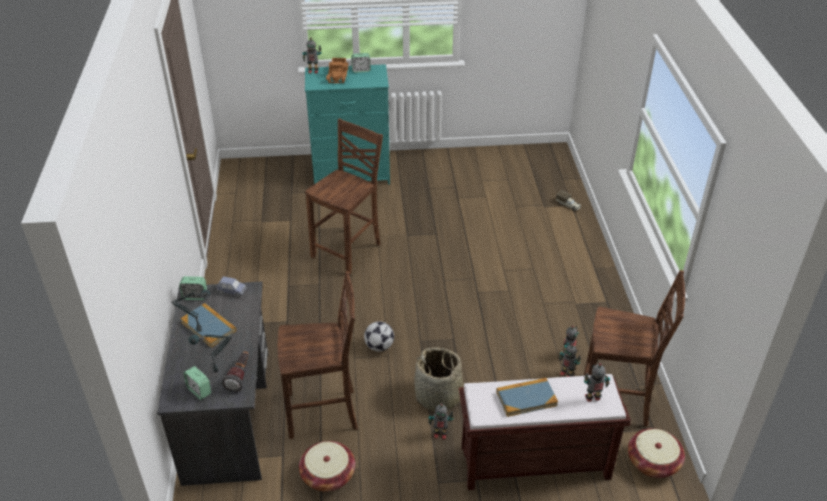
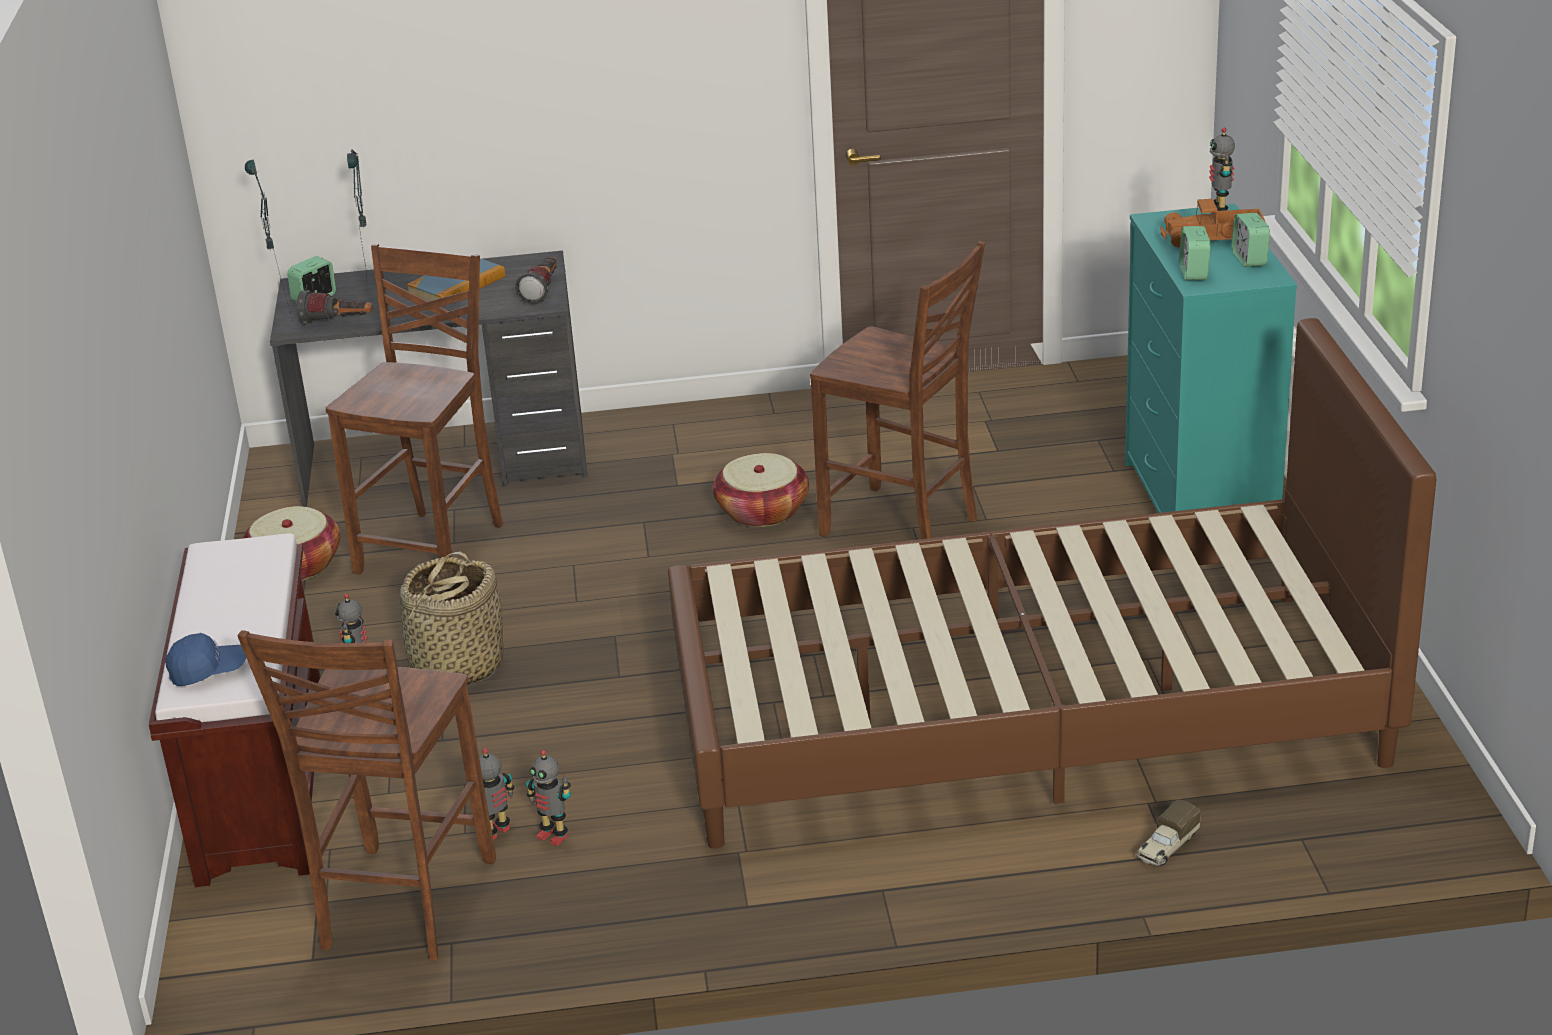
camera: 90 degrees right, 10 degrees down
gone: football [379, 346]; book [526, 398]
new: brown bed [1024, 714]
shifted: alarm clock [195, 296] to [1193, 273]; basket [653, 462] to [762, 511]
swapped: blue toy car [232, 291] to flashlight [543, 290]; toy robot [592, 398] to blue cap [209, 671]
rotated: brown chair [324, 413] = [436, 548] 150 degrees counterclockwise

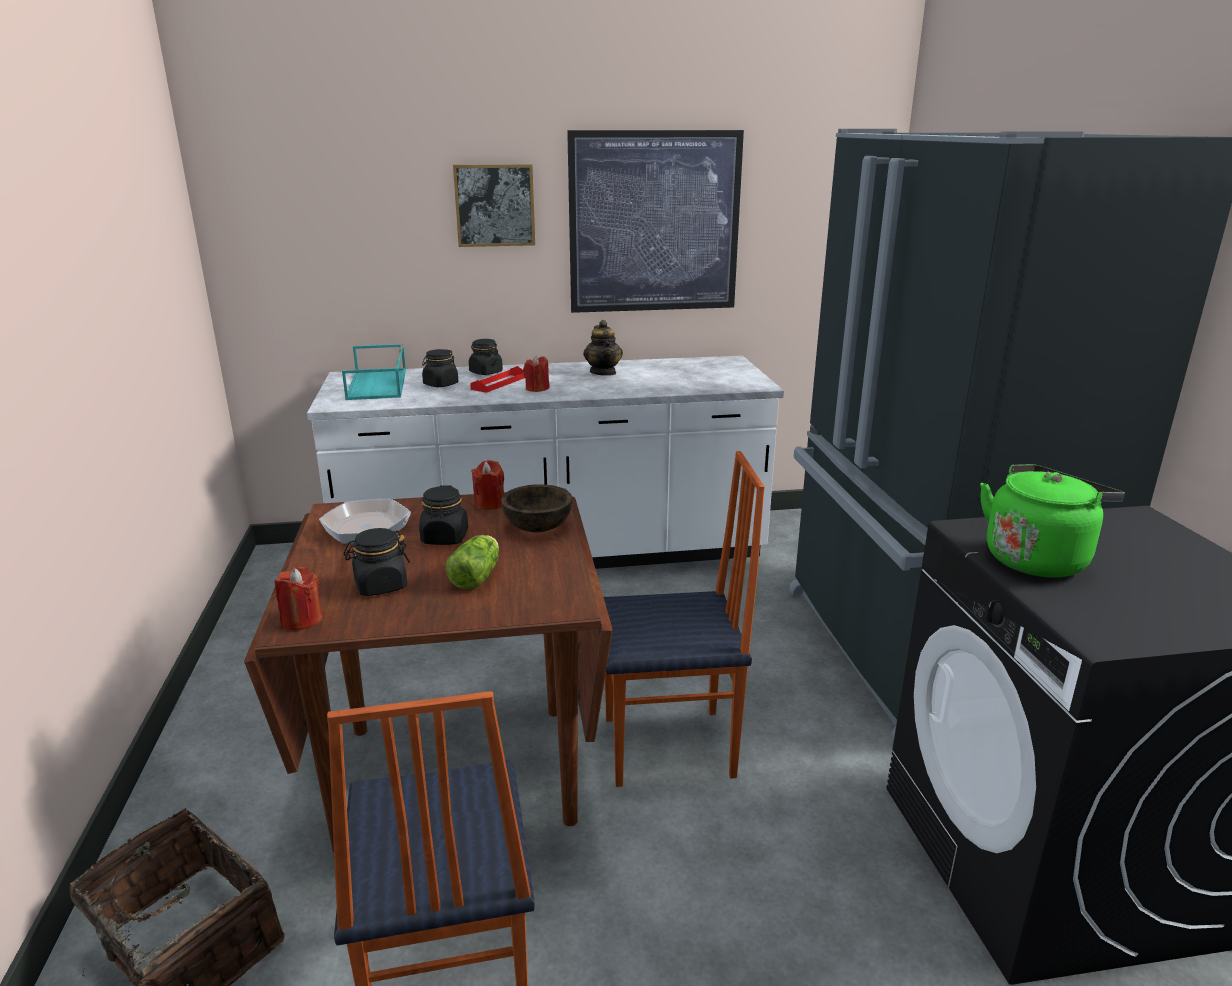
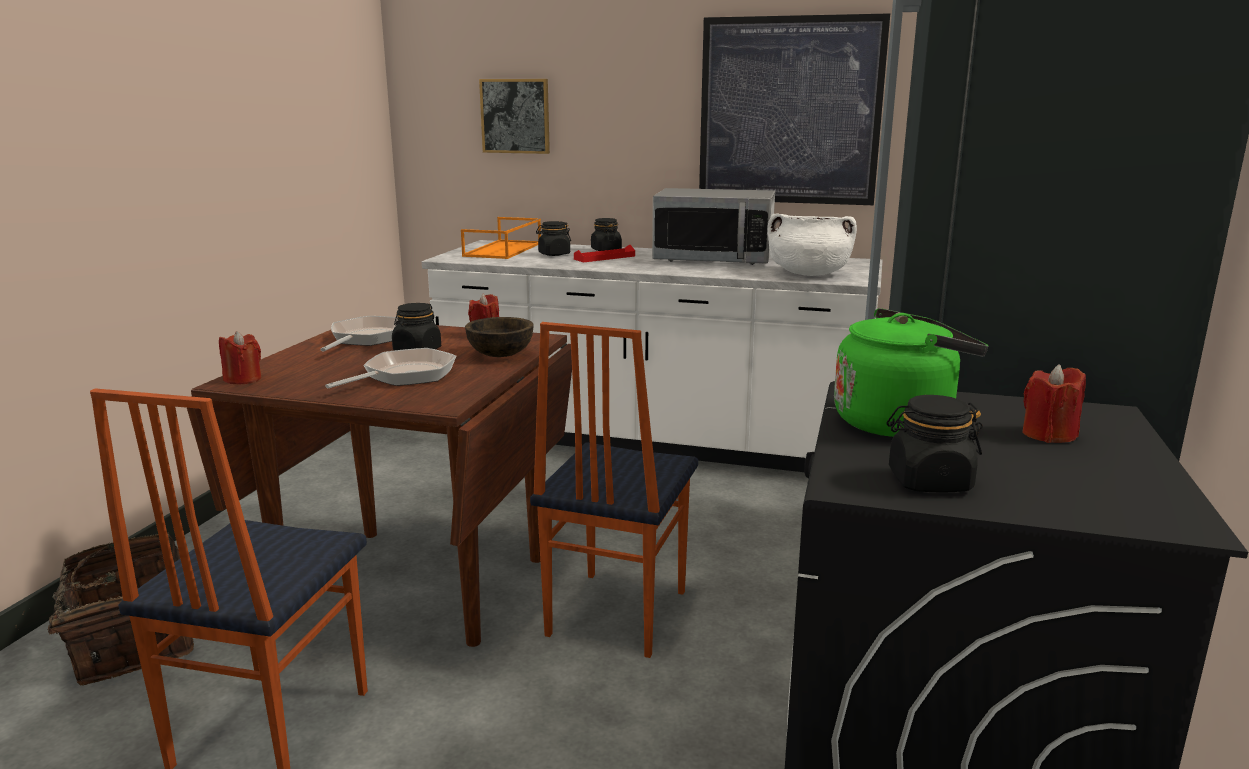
camera: 25 degrees right, 5 degrees down
new: white cooking pot [808, 274]
shifted: black jar [380, 585] to [929, 481]; picture [495, 205] to [515, 116]; red candle [537, 389] to [1048, 435]
swapped: lettuce [477, 575] to frying pan [404, 375]; teapot [603, 372] to microwave [713, 259]
repainted: turquoise tray [378, 384] to orange tray [504, 250]
rotated: chair [670, 748] = [614, 613] 90 degrees clockwise

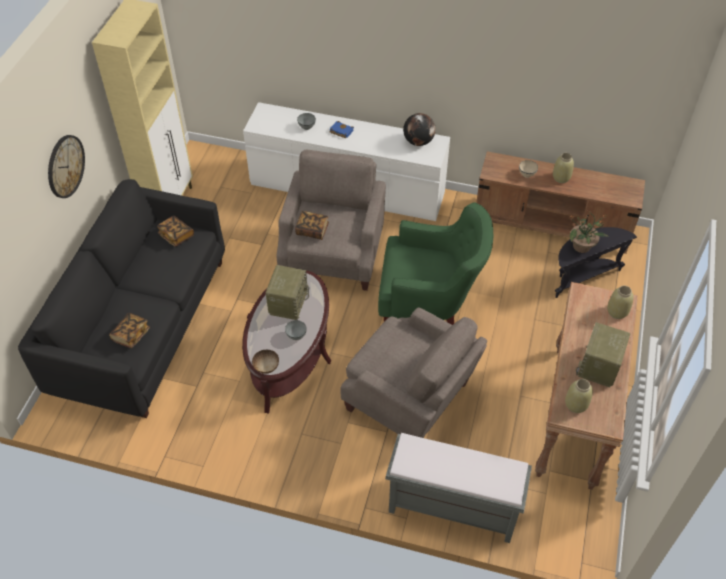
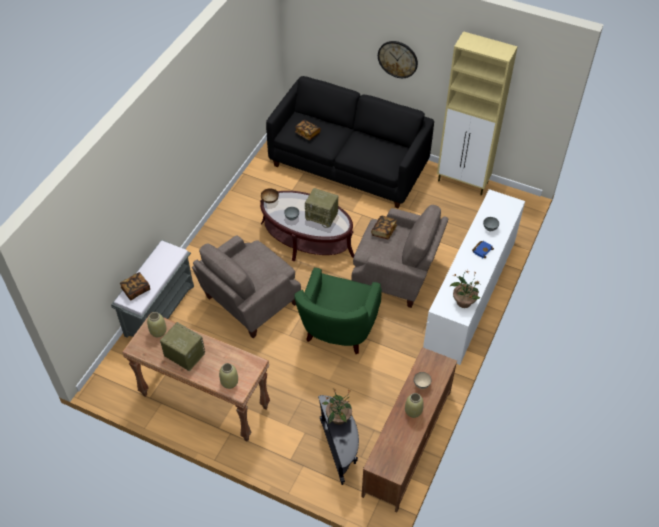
camera: 100 degrees right, 0 degrees up
shifted: book [176, 236] to [136, 290]
swapped: globe [418, 141] to potted plant [463, 301]

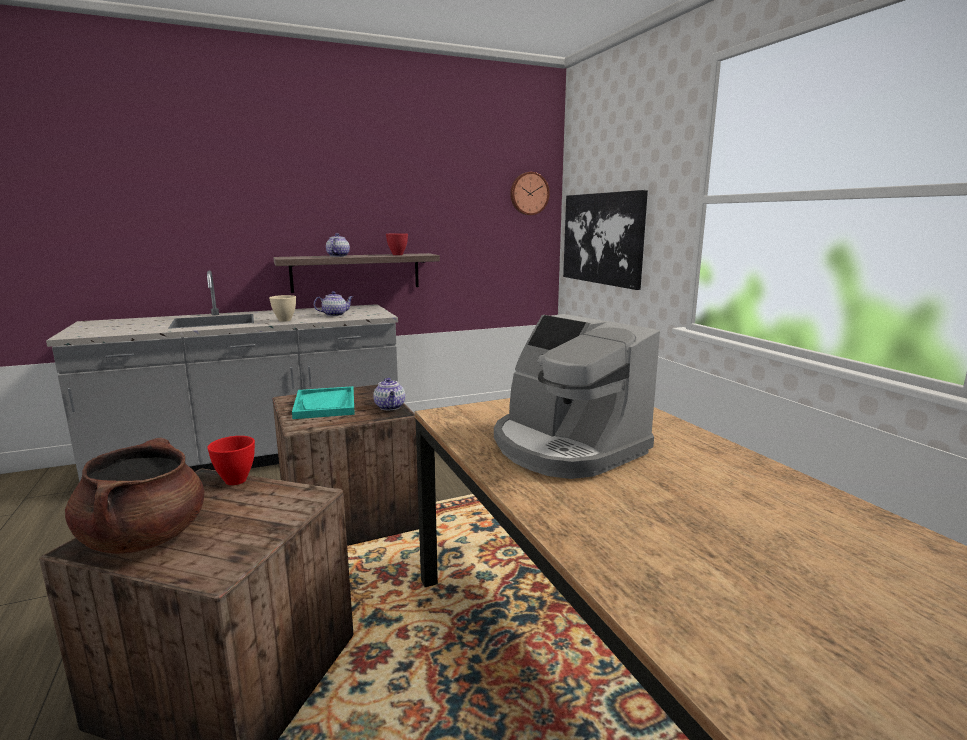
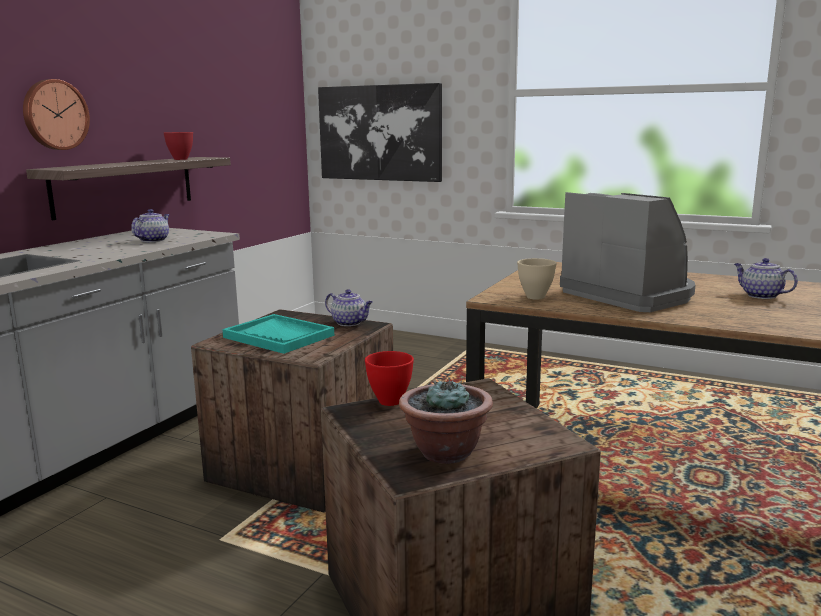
camera: 40 degrees left, 0 degrees up
shifted: beige bowl [285, 320] to [535, 297]; teapot [338, 256] to [760, 295]; wall clock [528, 193] to [54, 115]
swapped: brown cooking pot [145, 538] to potted plant [445, 452]
rotated: coffee machine [566, 447] = [629, 294] 135 degrees counterclockwise

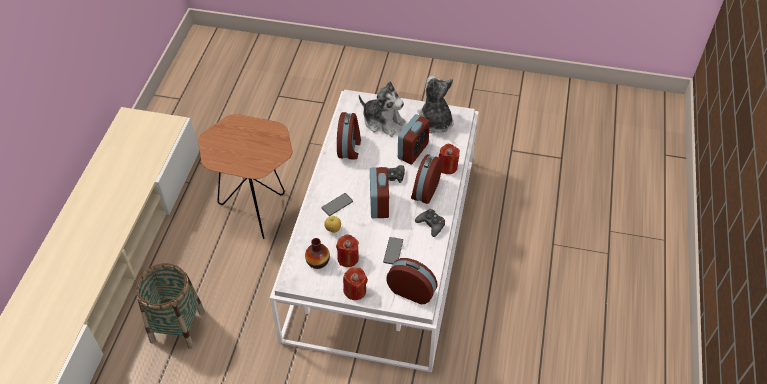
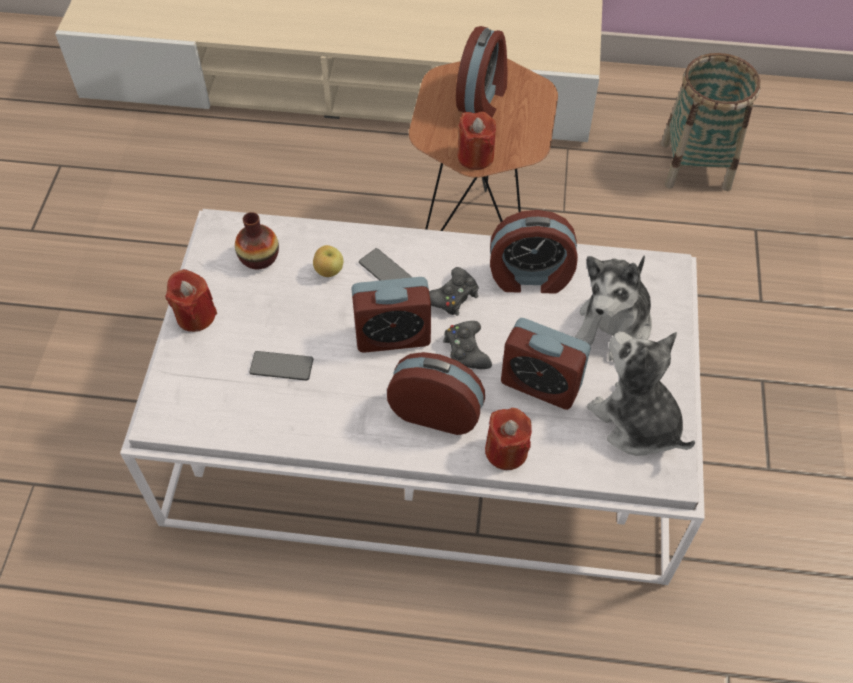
camera: 85 degrees right, 5 degrees up
shifted: basket [177, 326] to [695, 165]; red candle [348, 258] to [475, 156]; alarm clock [412, 290] to [483, 98]; black game controller [431, 224] to [453, 296]
rotated: plush toy [435, 122] = [635, 422] 105 degrees counterclockwise

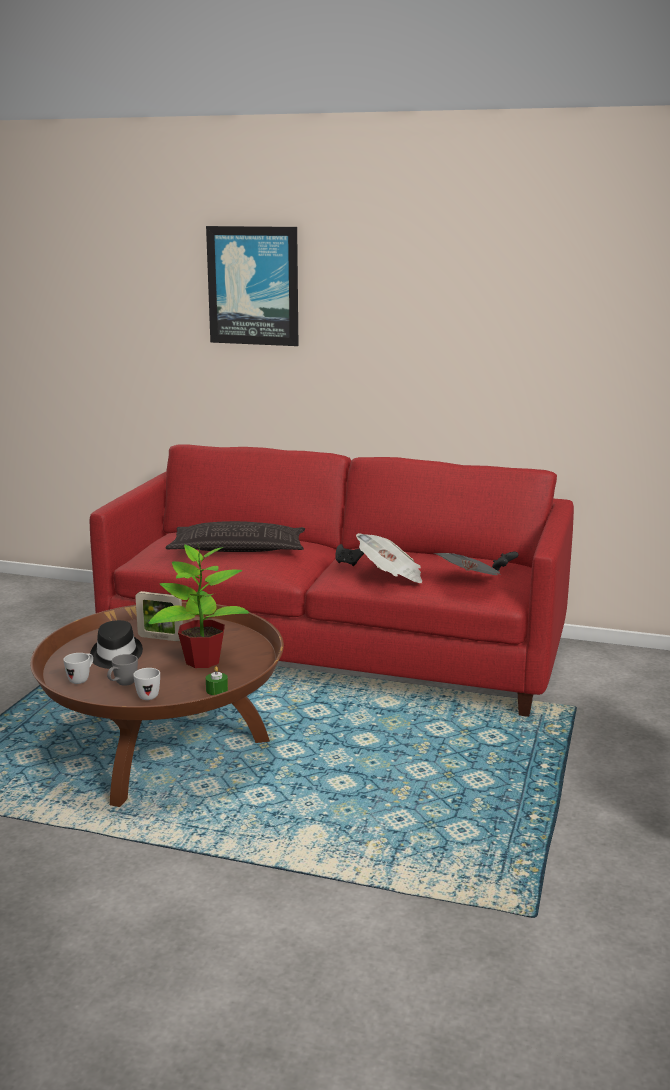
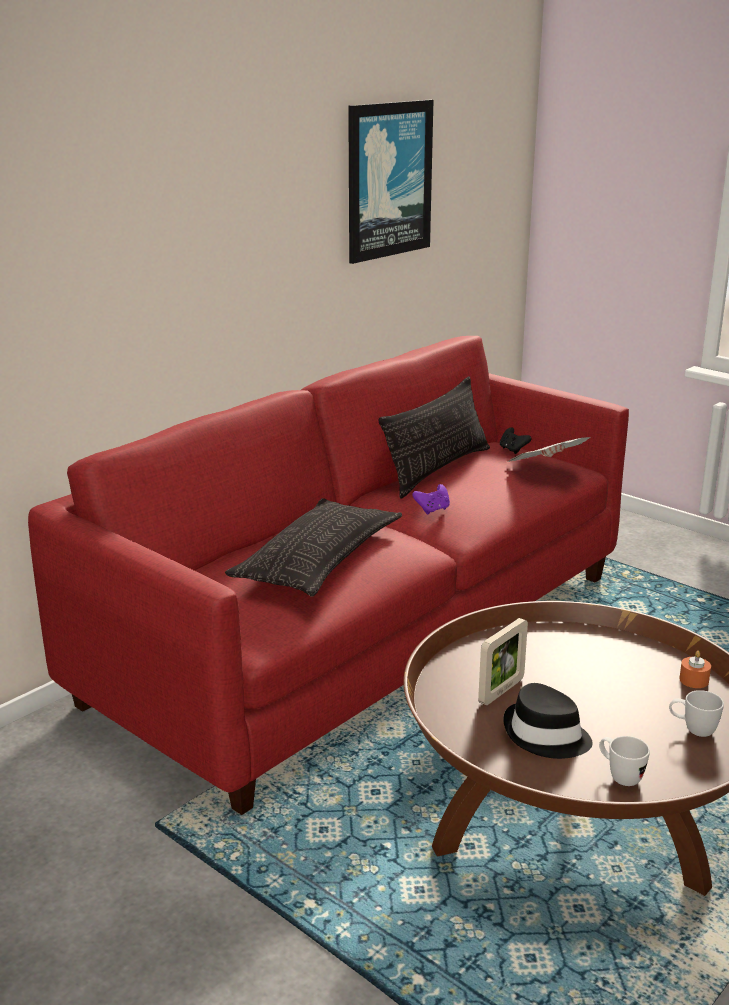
camera: 65 degrees left, 5 degrees up
gone: grey mug [122, 685]; potted plant [201, 660]; newspaper [391, 576]
new: pillow [437, 470]
shifted: picture [253, 286] to [388, 180]
repainted: green candle [217, 690] to orange candle [694, 680]; black game controller [348, 563] to purple game controller [432, 510]

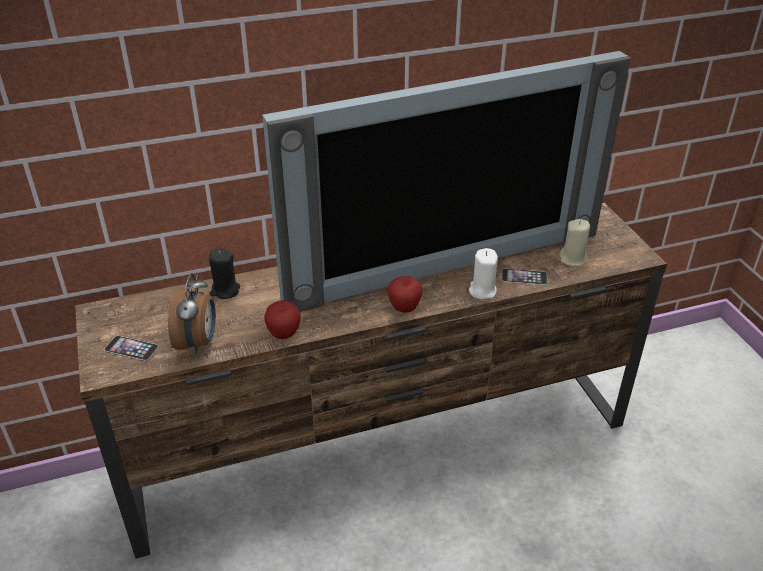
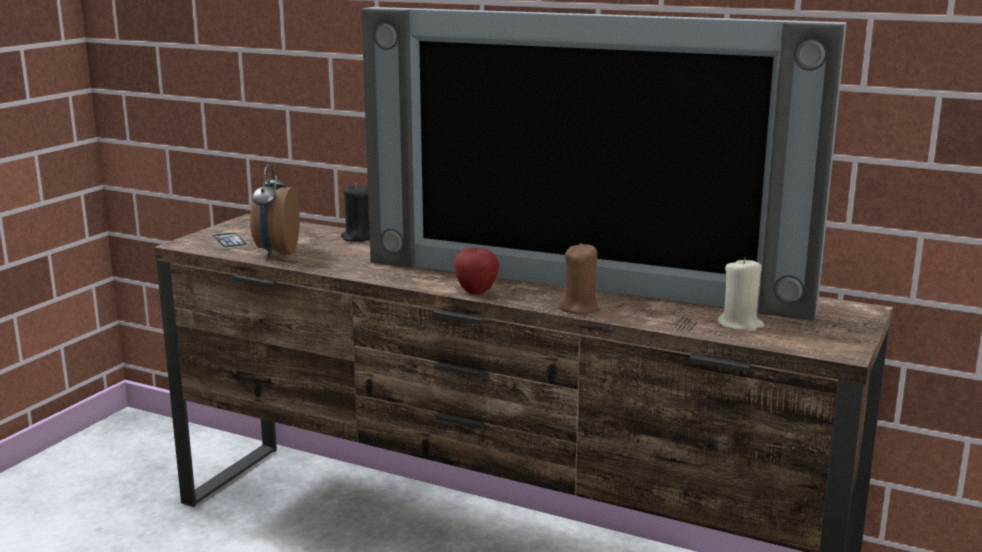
camera: 45 degrees right, 20 degrees down
gone: apple [284, 334]; phone [524, 276]
repainted: white candle [482, 291] to brown candle [579, 308]
rotated: alarm clock [198, 342] = [276, 252] 135 degrees clockwise

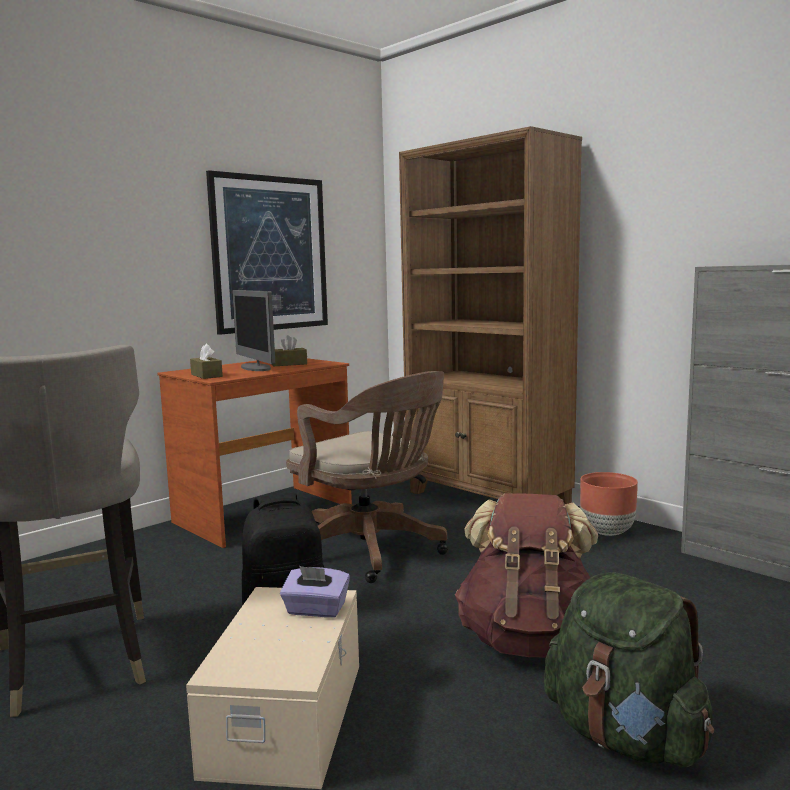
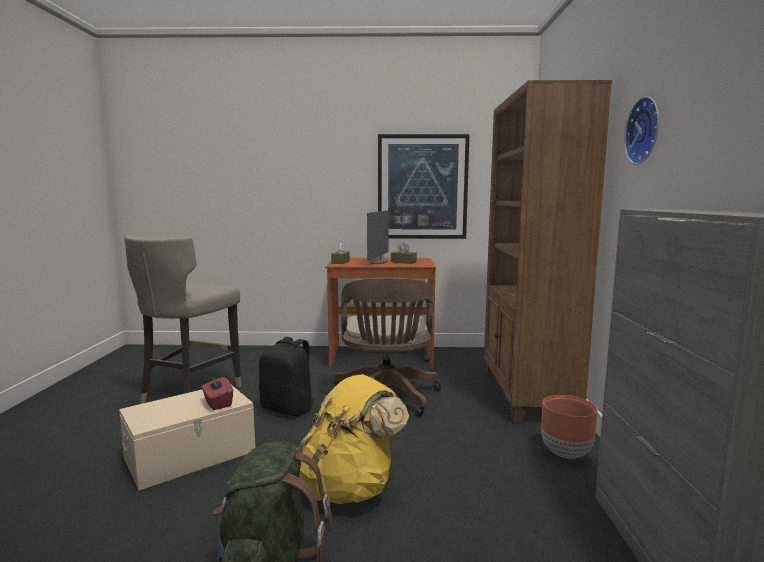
camera: 45 degrees right, 0 degrees up
new: wall clock [646, 131]
repainted: purple tissue box [316, 610] to red tissue box [217, 403]; brown backpack [529, 640] to yellow backpack [349, 487]

